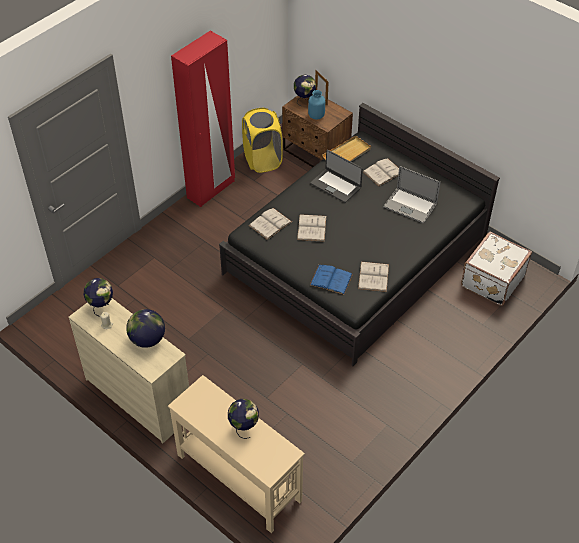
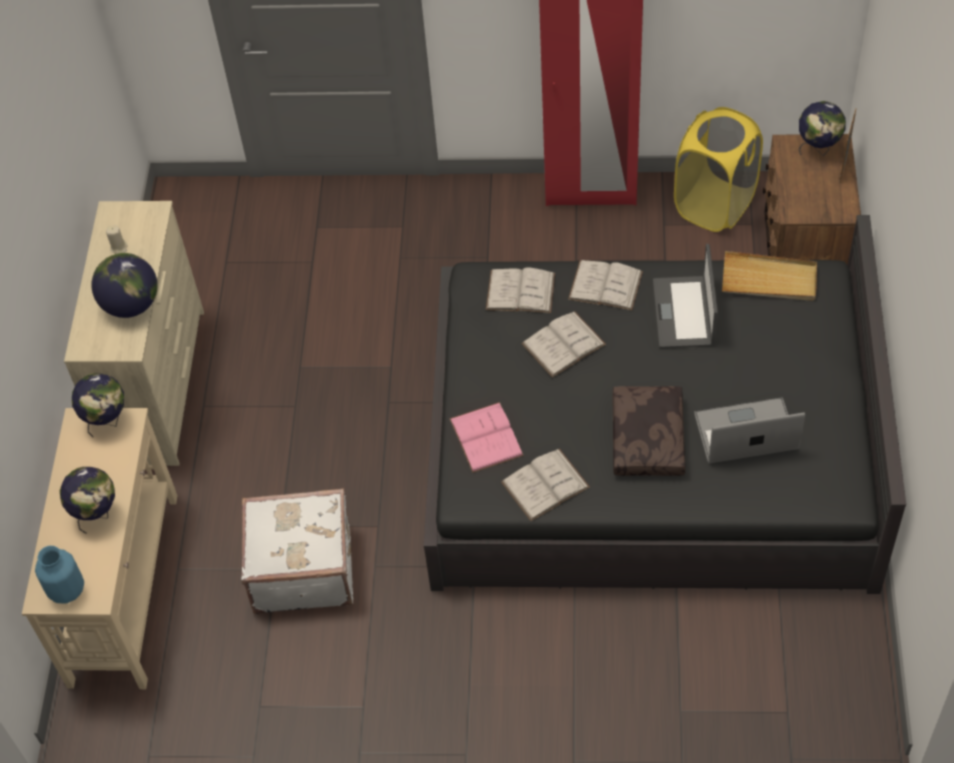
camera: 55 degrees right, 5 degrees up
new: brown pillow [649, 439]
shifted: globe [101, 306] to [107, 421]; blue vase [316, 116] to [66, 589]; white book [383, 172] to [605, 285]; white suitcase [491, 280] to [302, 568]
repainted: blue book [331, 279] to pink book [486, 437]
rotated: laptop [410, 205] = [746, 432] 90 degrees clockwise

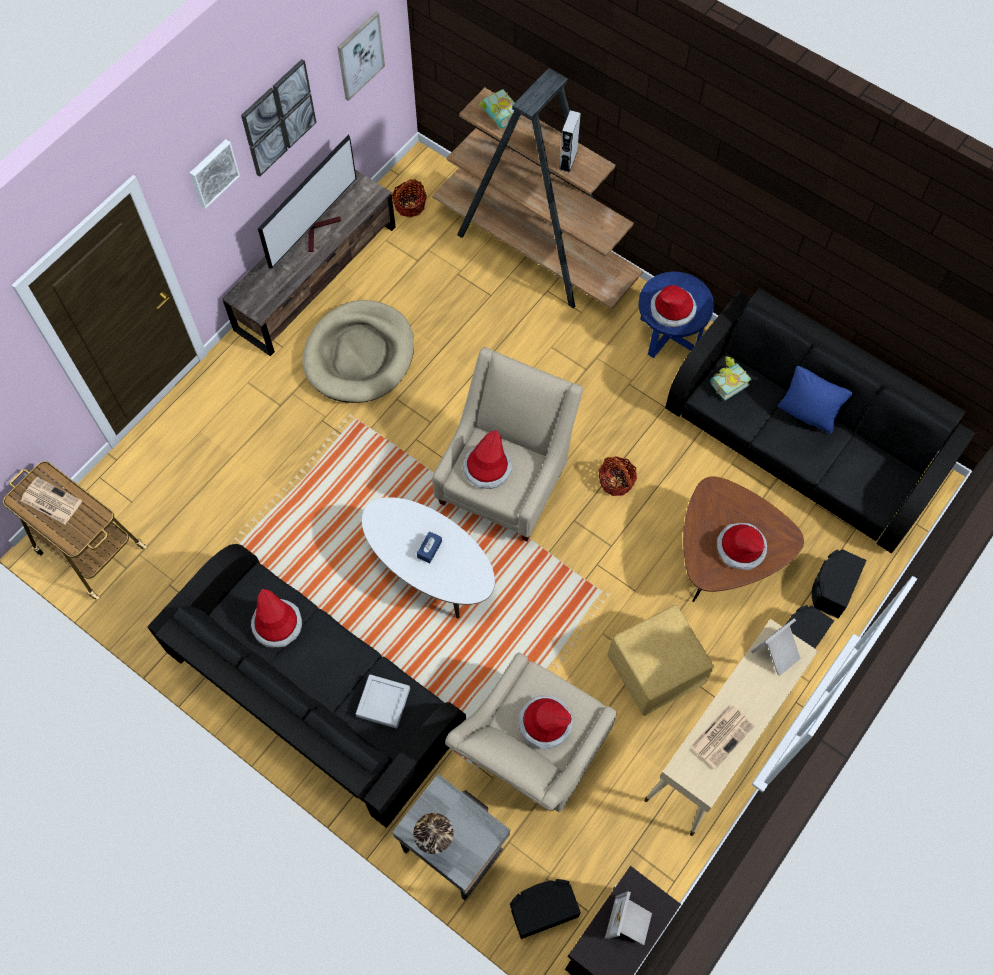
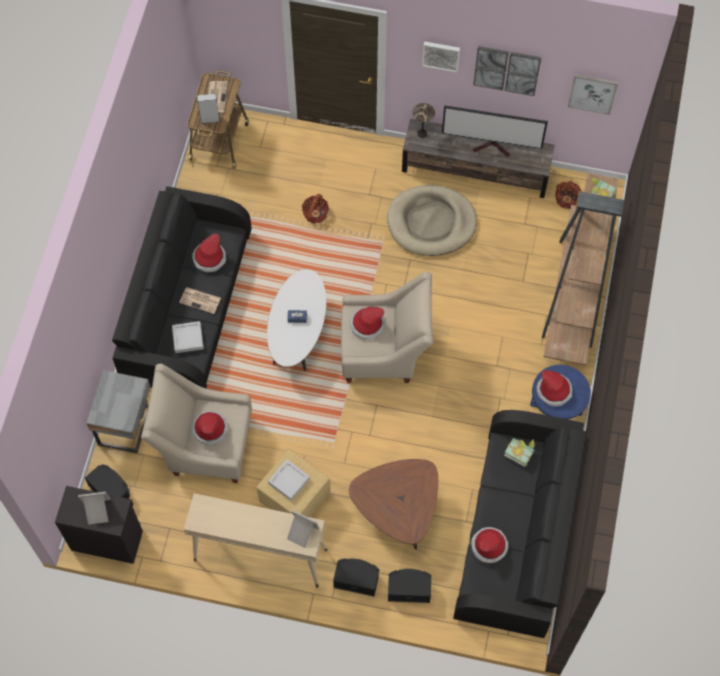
camera: 65 degrees right, 0 degrees up
gone: blue pillow [807, 414]
new: grey tray [289, 481]
shifted: table lamp [436, 844] to [422, 133]; grey speaker [568, 160] to [210, 119]; basket [616, 481] to [315, 213]; newspaper [722, 735] to [201, 300]; hat [740, 548] to [489, 546]

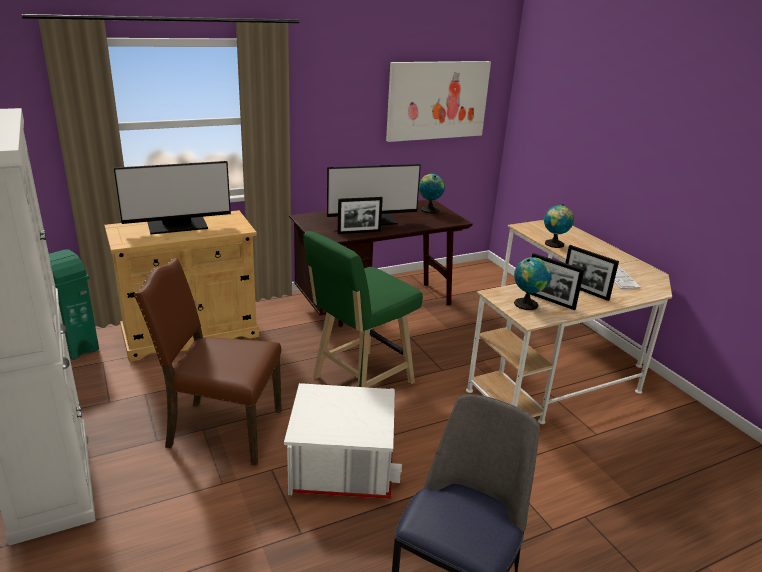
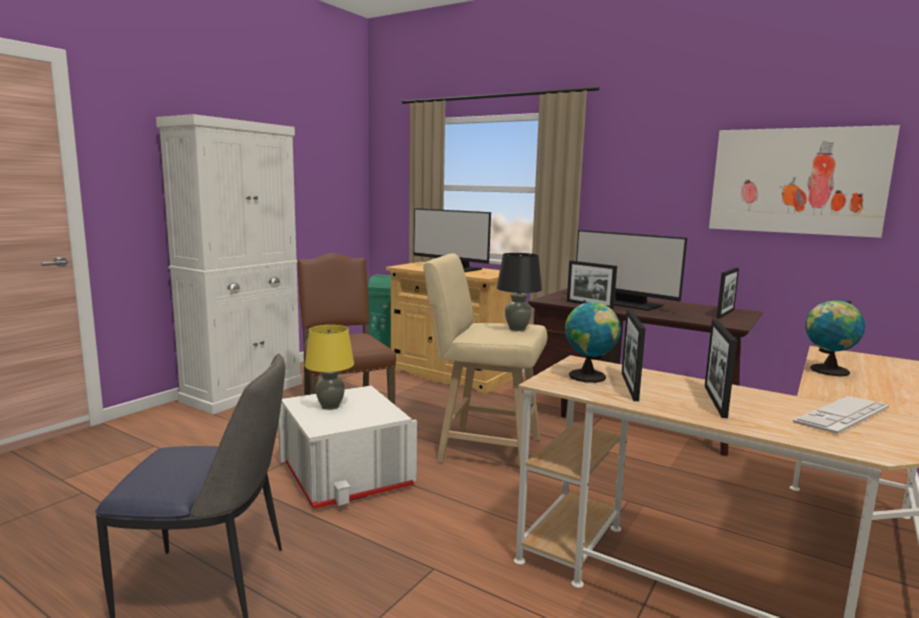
camera: 60 degrees right, 15 degrees down
new: yellow table lamp [330, 406]; black table lamp [517, 329]
swapped: globe [429, 209] to picture frame [725, 314]
repainted: green stool [359, 382] to beige stool [483, 449]

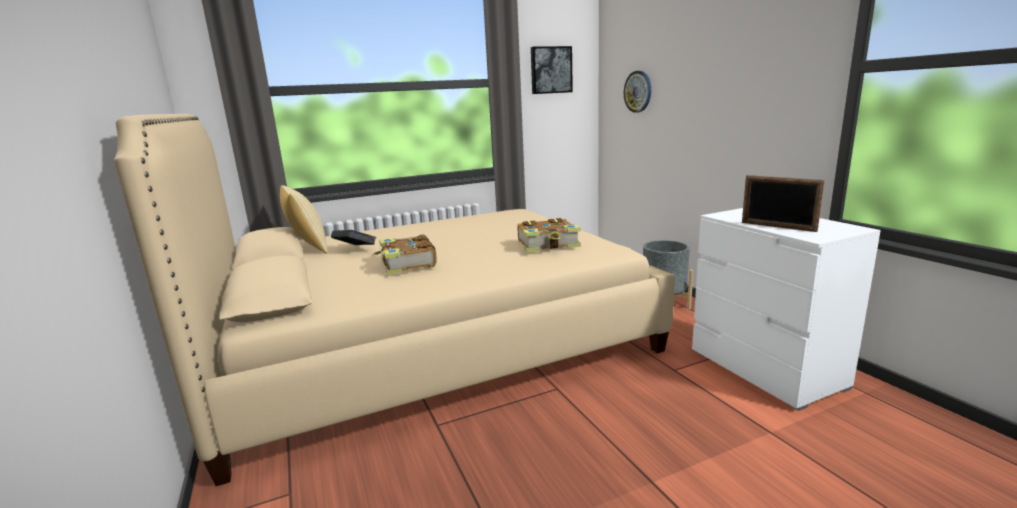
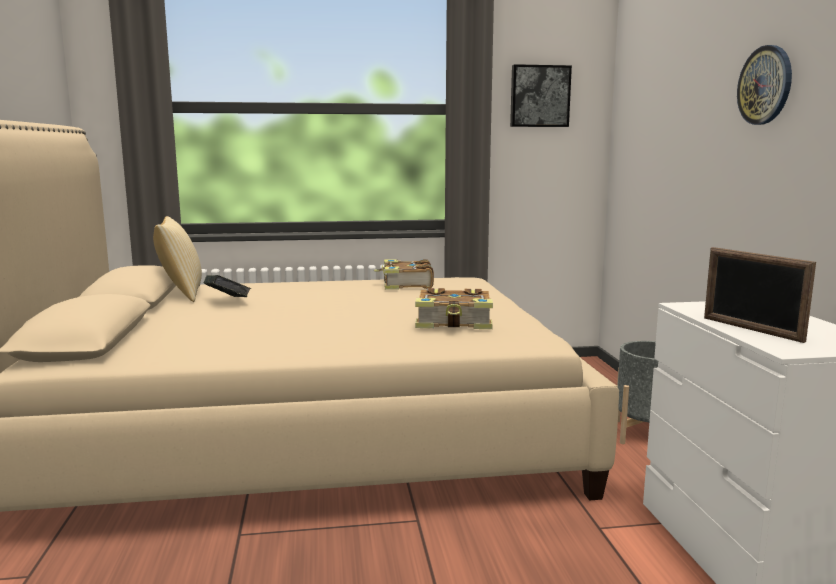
camera: 15 degrees right, 5 degrees down
shifted: book [407, 264] to [406, 284]; wall clock [638, 91] to [765, 85]

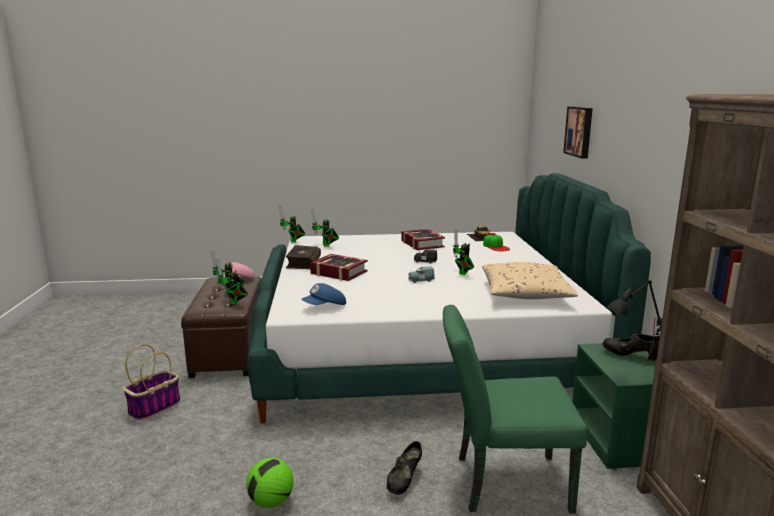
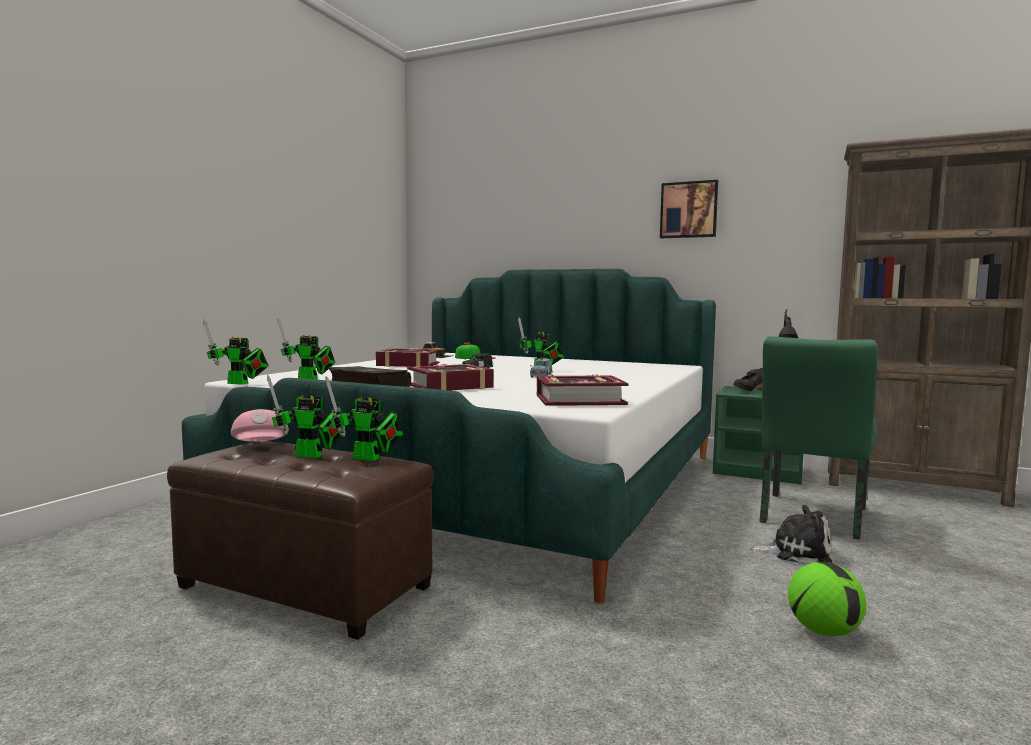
camera: 60 degrees left, 10 degrees down
gone: basket [155, 407]; beige pillow [525, 294]
shifted: picture [580, 131] to [689, 210]
swapped: blue cap [325, 307] to book [580, 400]; black shoe [404, 481] to plush toy [796, 552]

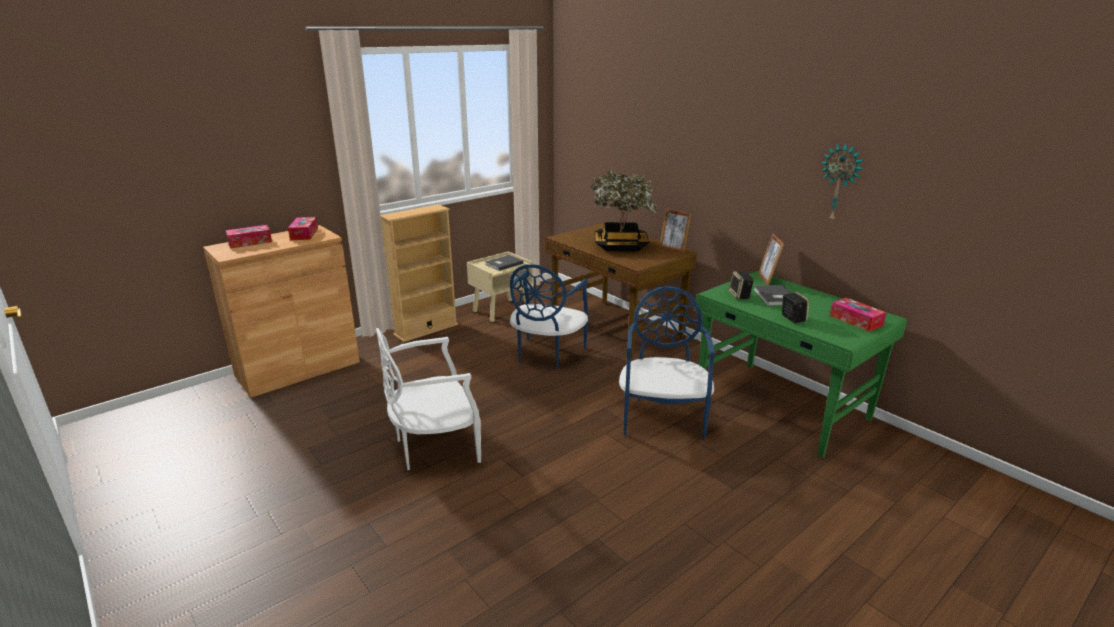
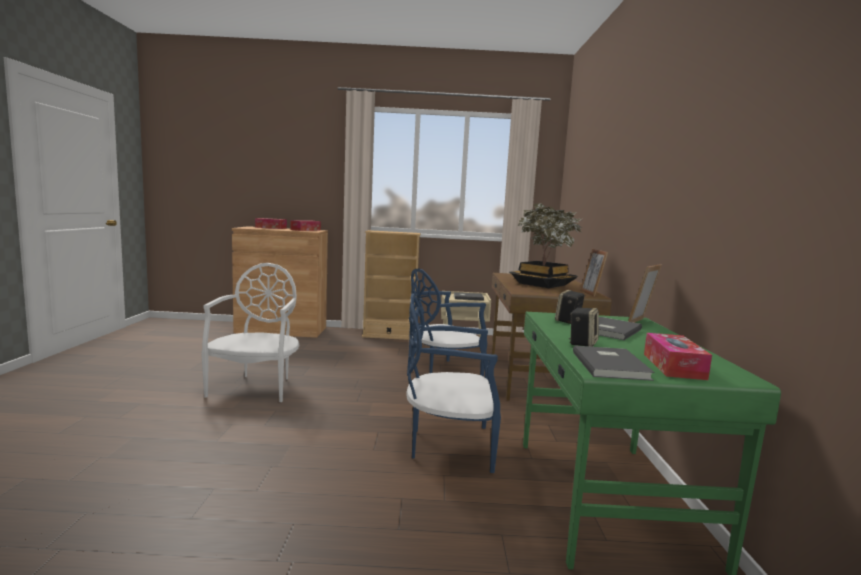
camera: 40 degrees right, 15 degrees down
gone: wall clock [840, 183]
new: grey book [611, 365]
rotated: white chair [434, 447] = [256, 387] 75 degrees clockwise; blue chair [662, 418] = [449, 445] 135 degrees counterclockwise

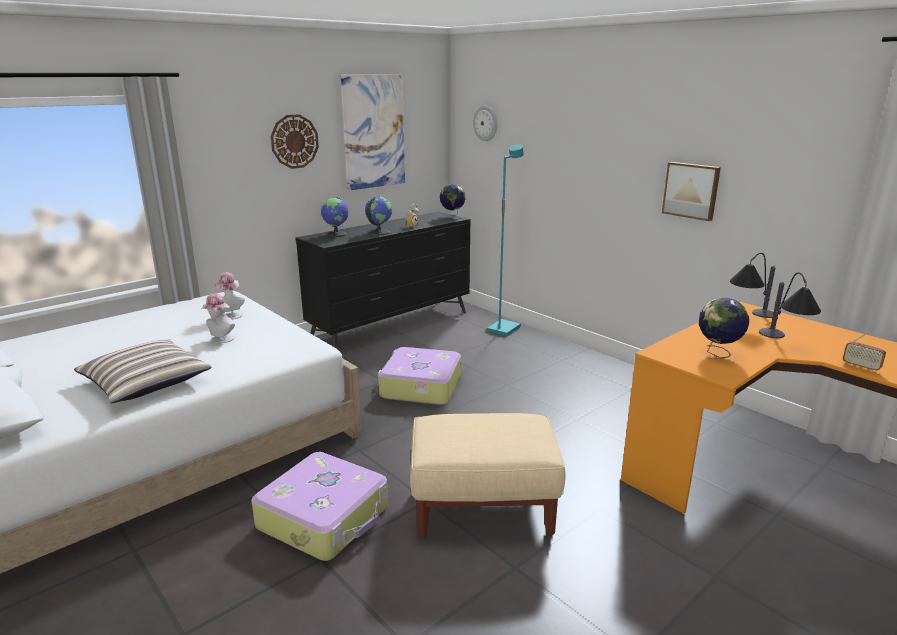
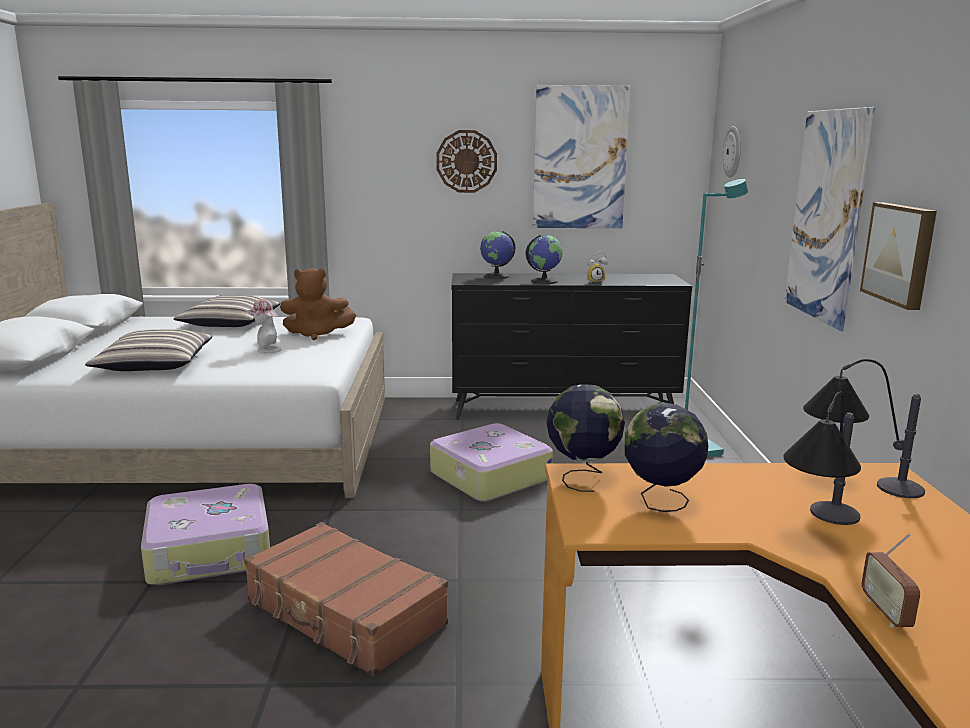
camera: 40 degrees right, 5 degrees down
new: pillow [230, 323]; picture [826, 216]
shifted: globe [452, 217] to [582, 477]
swapped: hat [231, 315] to brown plush toy [317, 335]; beige ottoman [484, 507] to brown suitcase [344, 614]

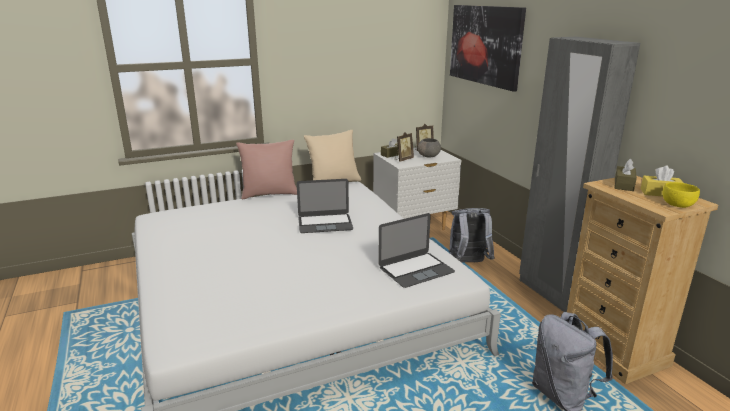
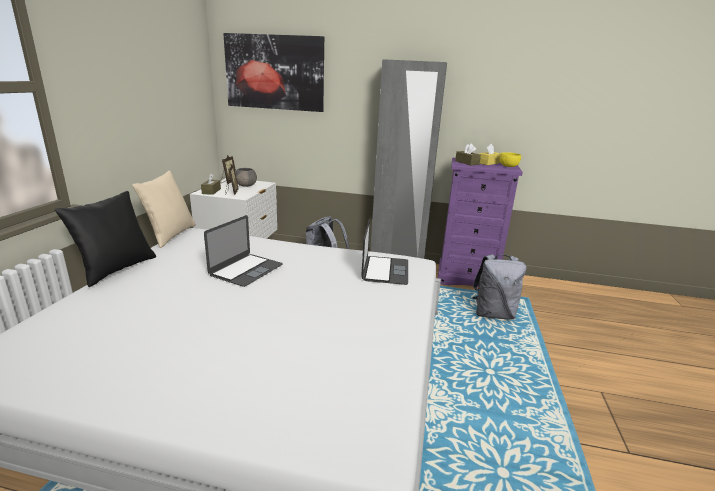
camera: 55 degrees left, 0 degrees up
repainted: pink pillow [269, 194] to black pillow [117, 269]; beige dresser [614, 349] to purple dresser [467, 278]

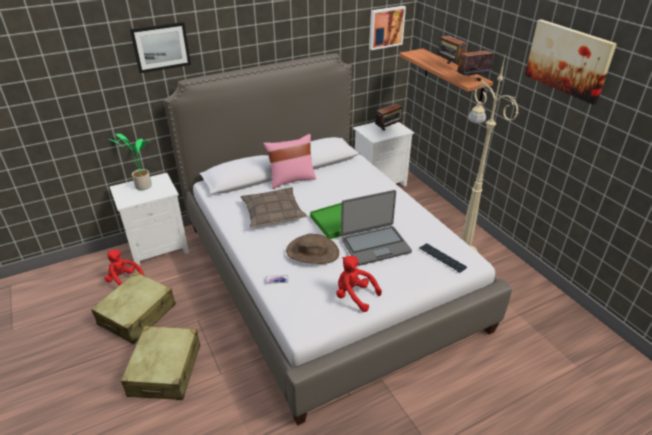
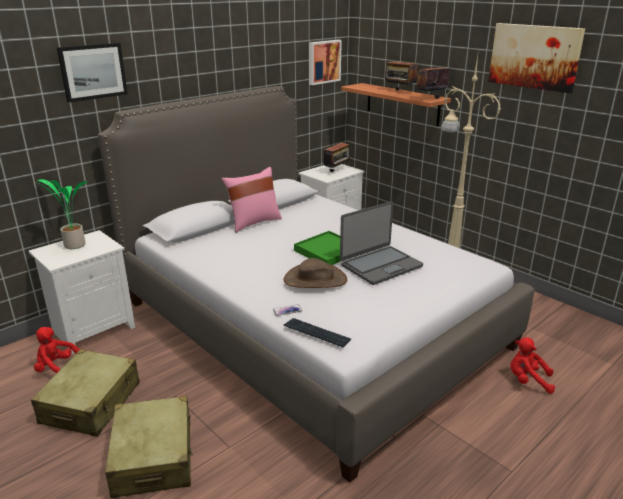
camera: 15 degrees left, 10 degrees down
gone: pillow [273, 213]
shifted: red plush toy [354, 296] to [527, 380]; keyboard [442, 258] to [316, 333]

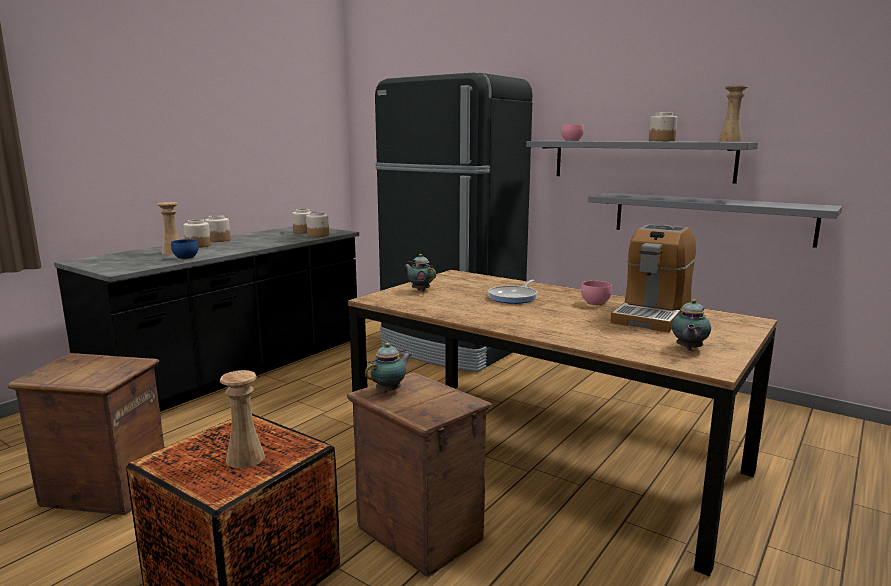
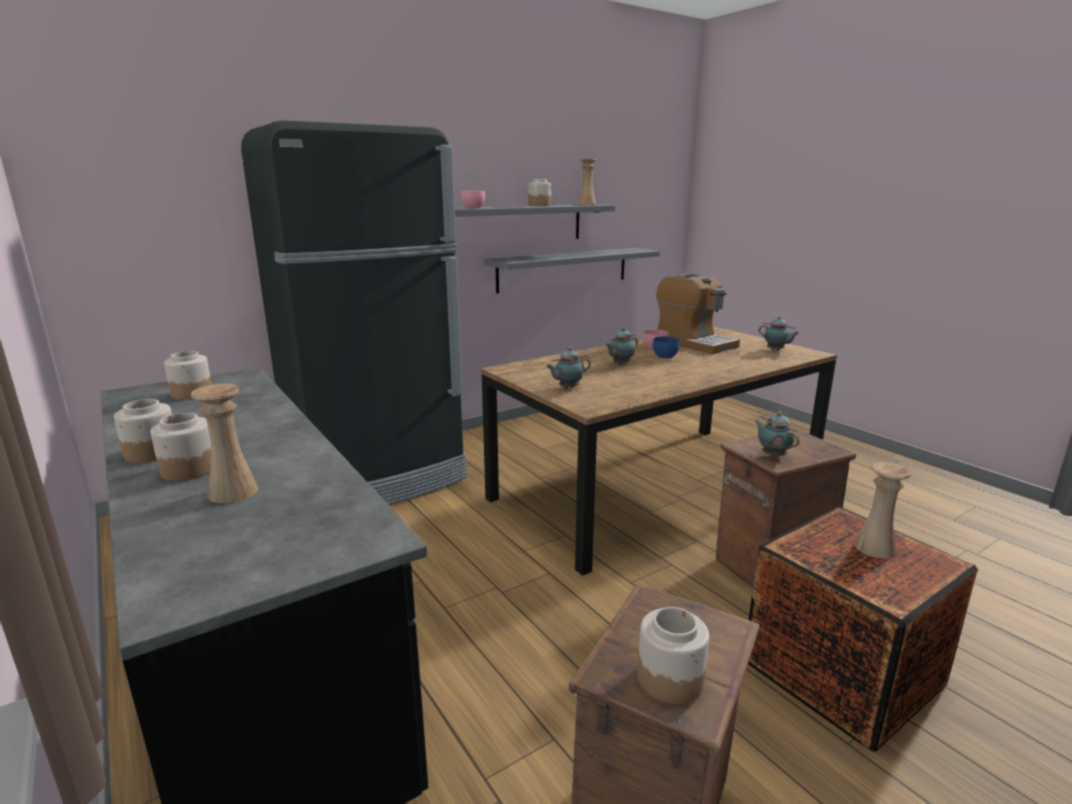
camera: 70 degrees left, 5 degrees up
shifted: blue bowl [186, 257] to [664, 357]; jar [318, 235] to [670, 678]
swapped: frying pan [514, 297] to teapot [620, 364]

